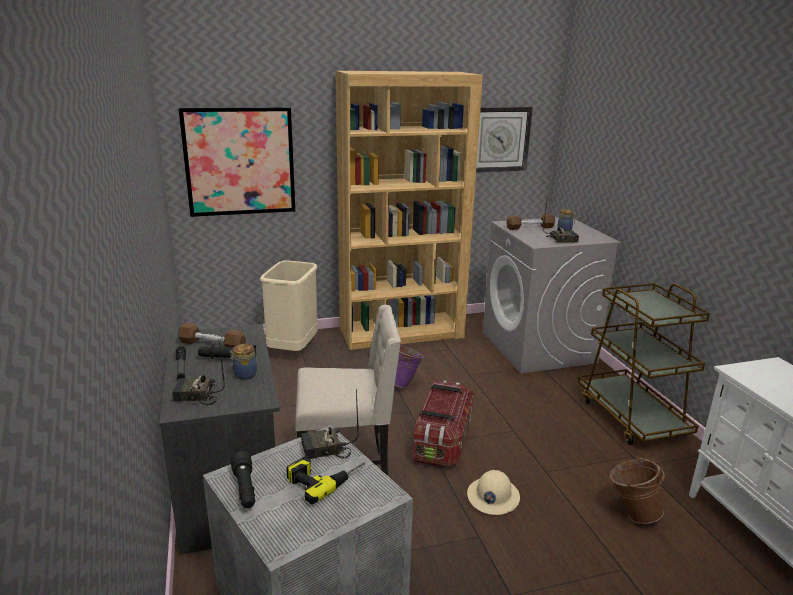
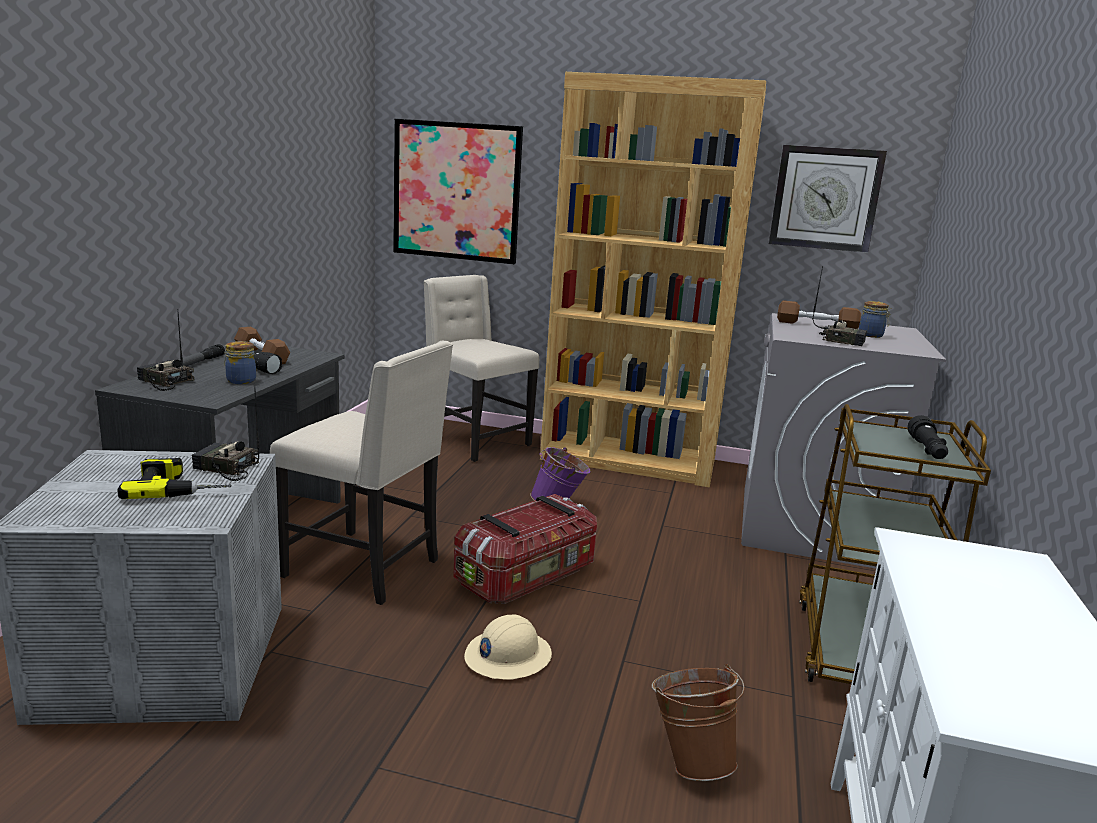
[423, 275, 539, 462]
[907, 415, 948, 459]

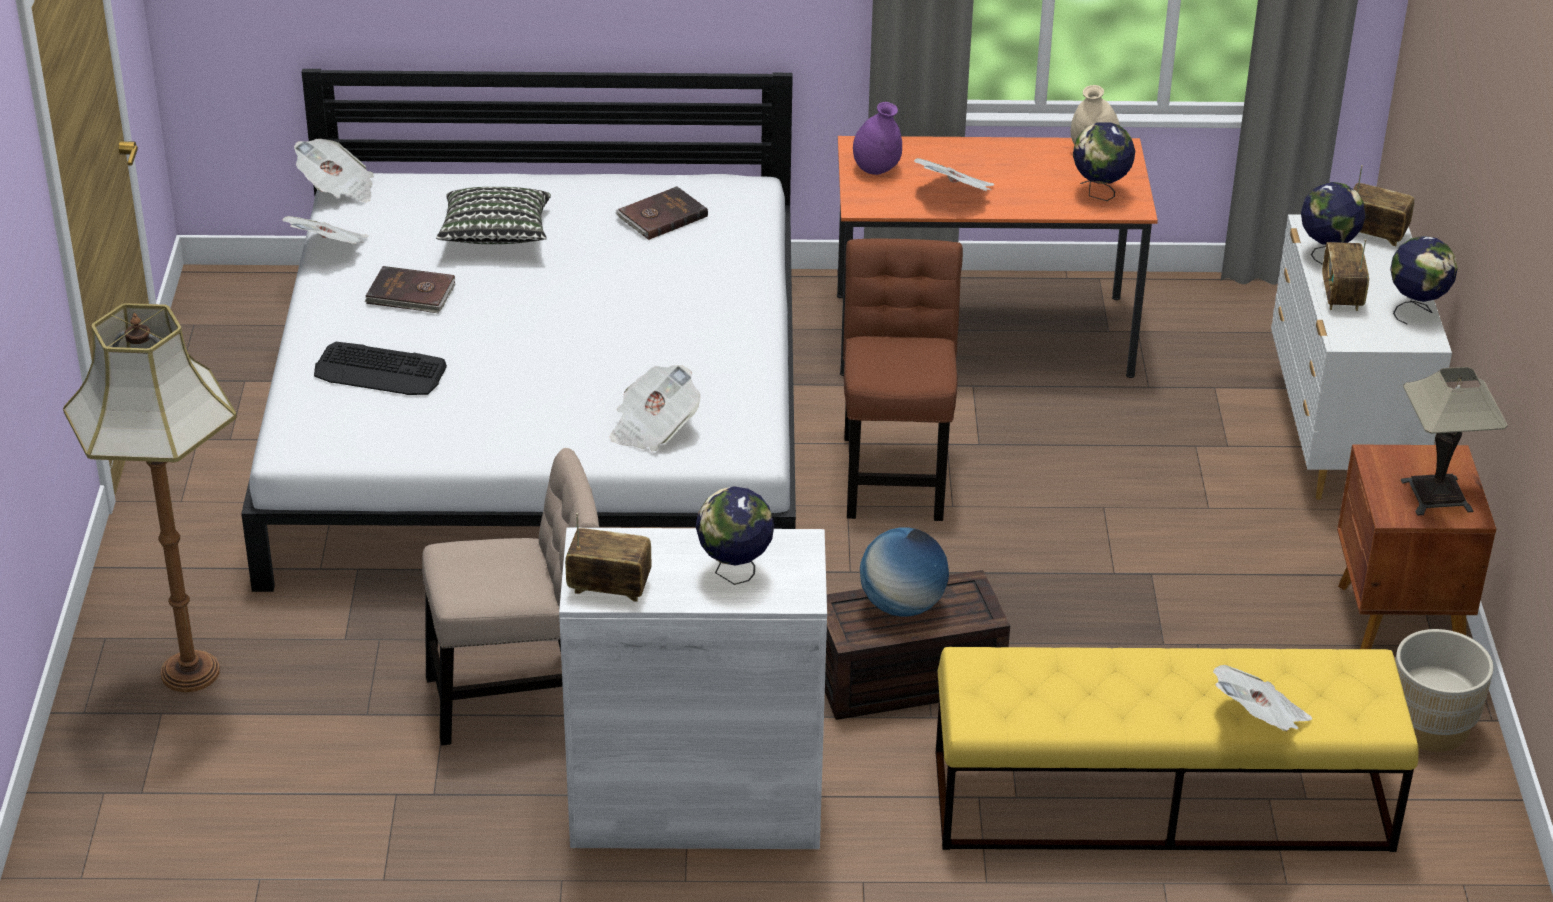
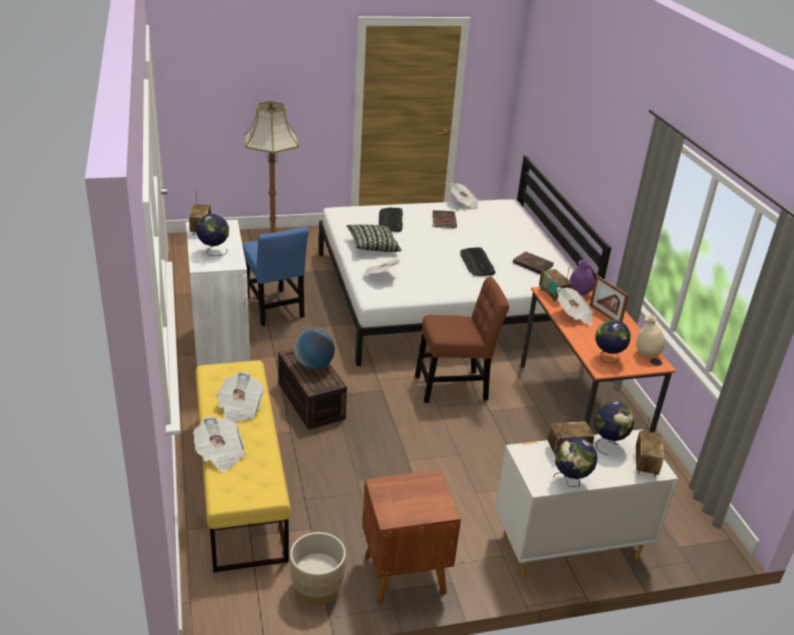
[217, 372, 265, 423]
[243, 227, 309, 326]
[347, 225, 401, 252]
[460, 247, 496, 276]
[539, 265, 572, 302]
[590, 275, 629, 322]
[1401, 367, 1508, 516] (first image)

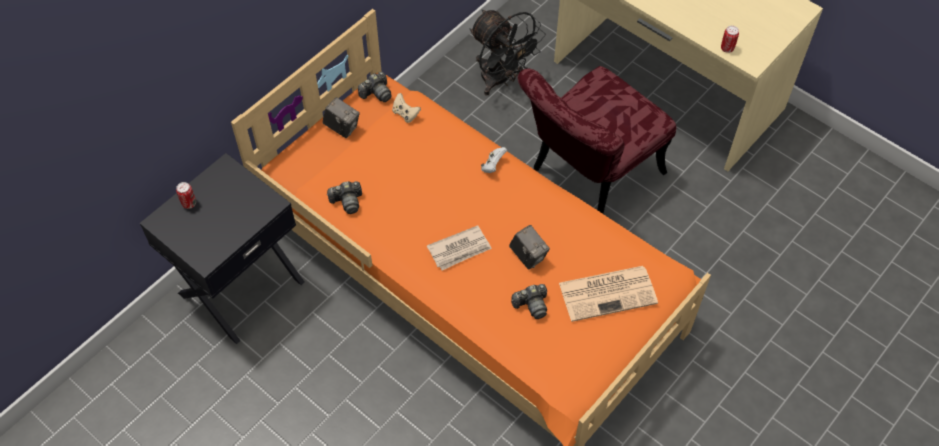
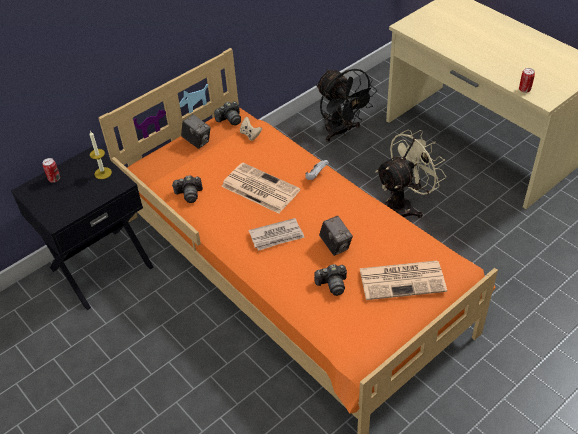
[89, 131, 112, 179]
[221, 163, 300, 214]
[376, 130, 446, 218]

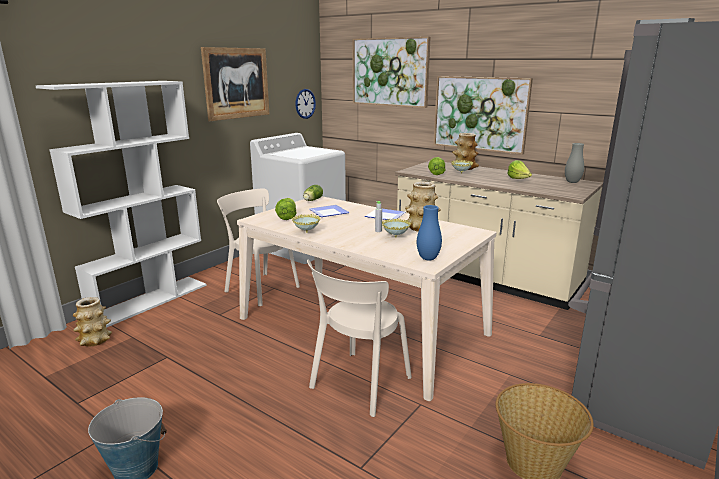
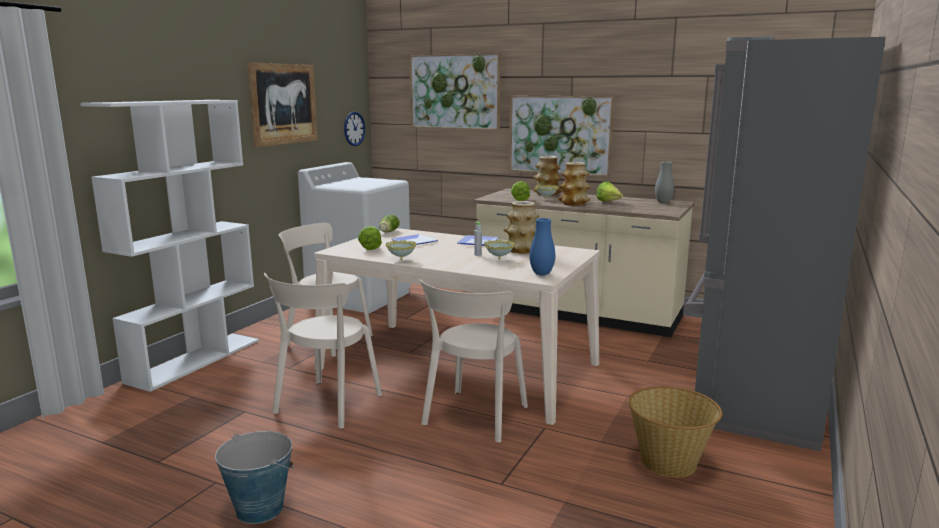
[264, 273, 382, 429]
[558, 162, 591, 206]

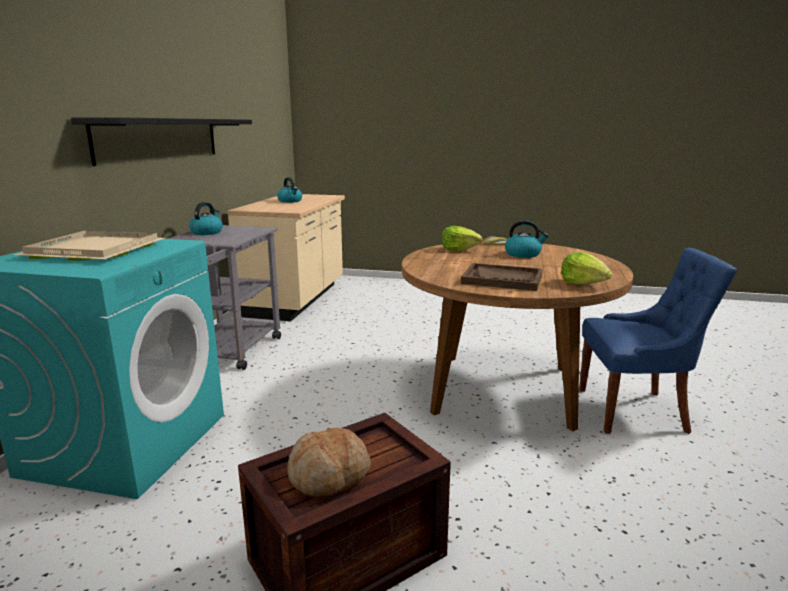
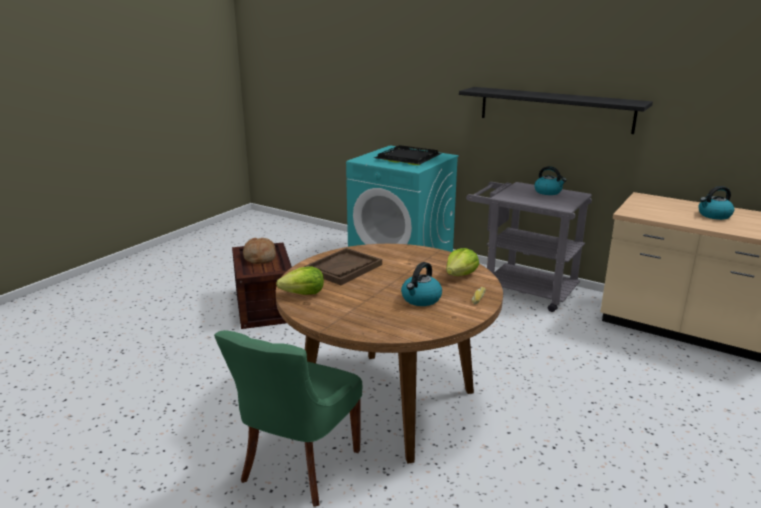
[214, 330, 362, 507]
[374, 145, 442, 165]

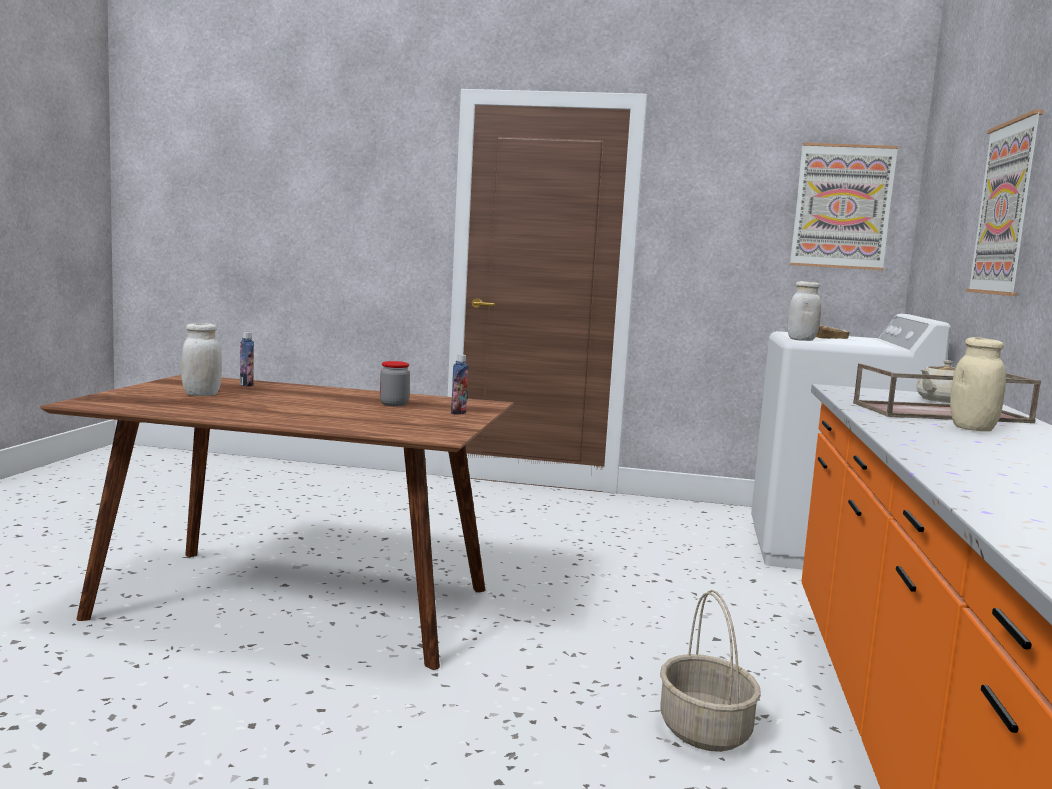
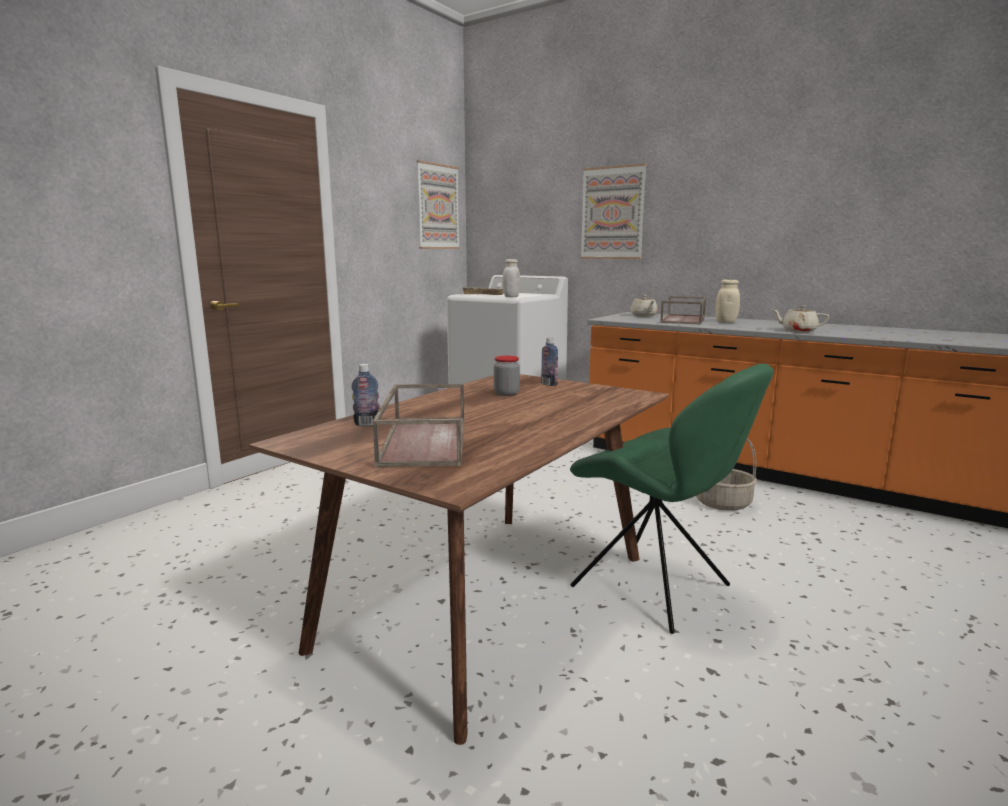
[372, 384, 464, 467]
[570, 363, 774, 634]
[772, 305, 829, 332]

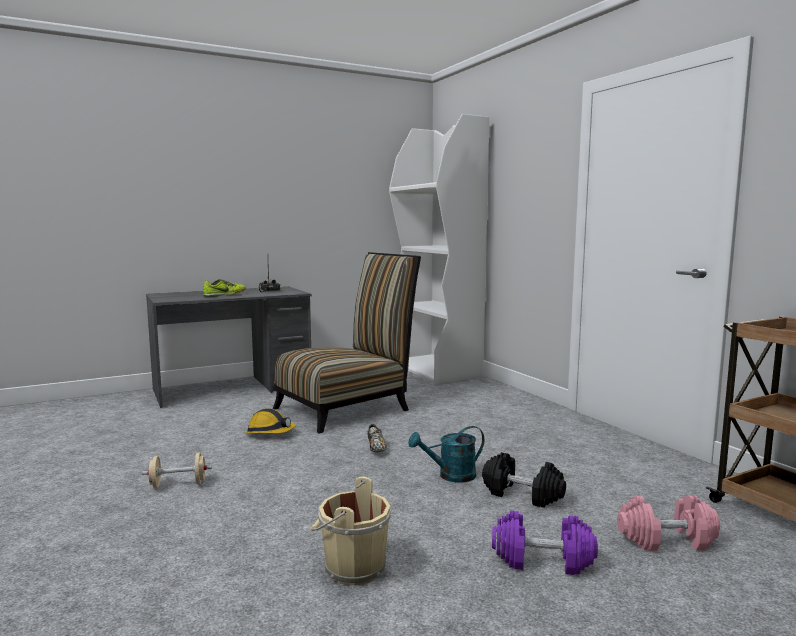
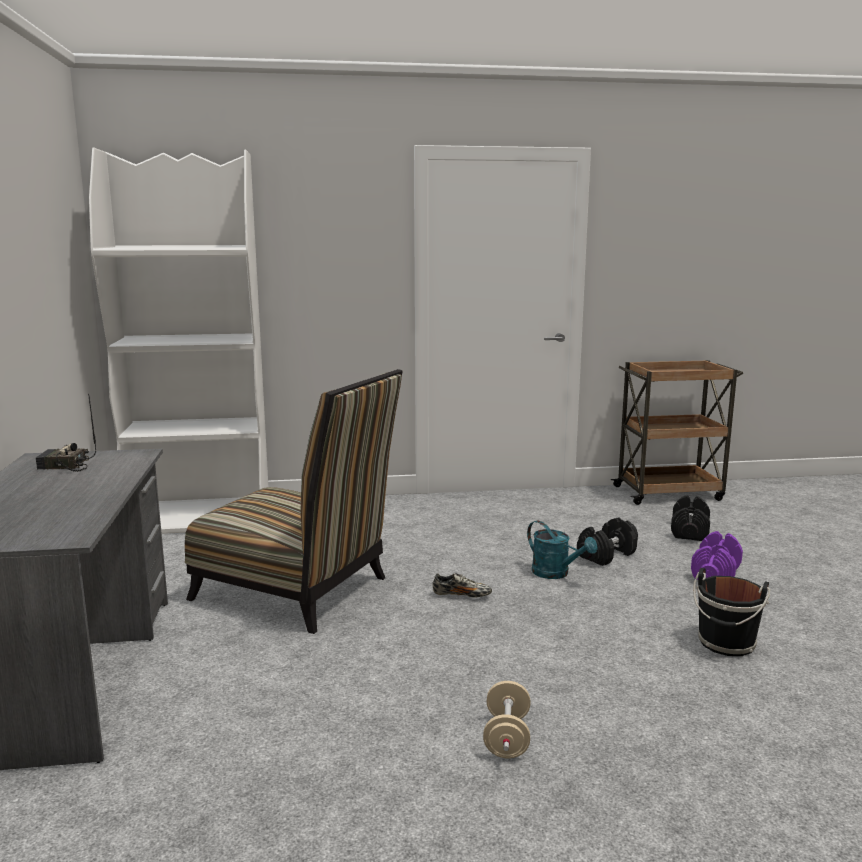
[185, 369, 403, 634]
[527, 521, 598, 579]
[671, 495, 710, 541]
[693, 568, 770, 656]
[203, 279, 246, 297] (first image)
[246, 408, 296, 434] (first image)

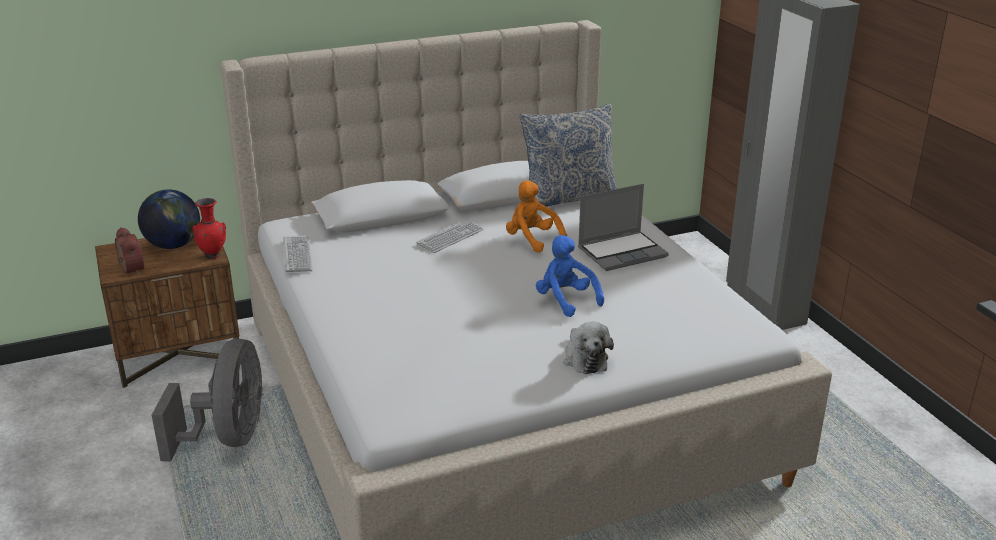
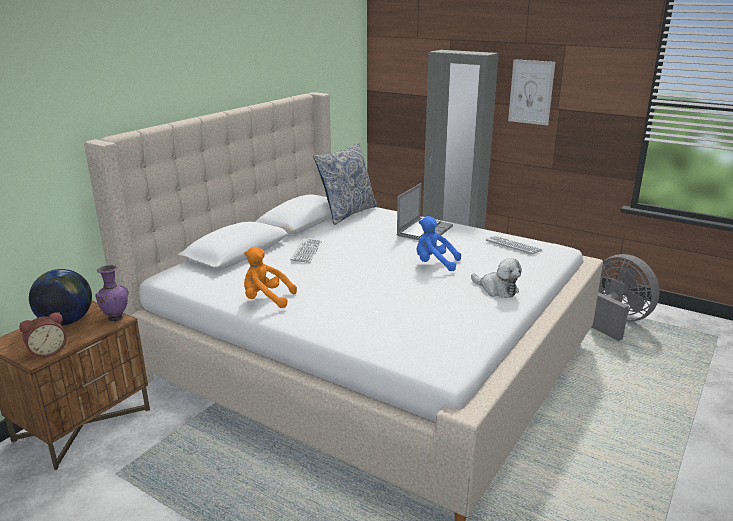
[19, 312, 67, 358]
[95, 265, 128, 321]
[244, 247, 297, 308]
[486, 236, 542, 255]
[508, 59, 555, 126]
[591, 254, 660, 341]

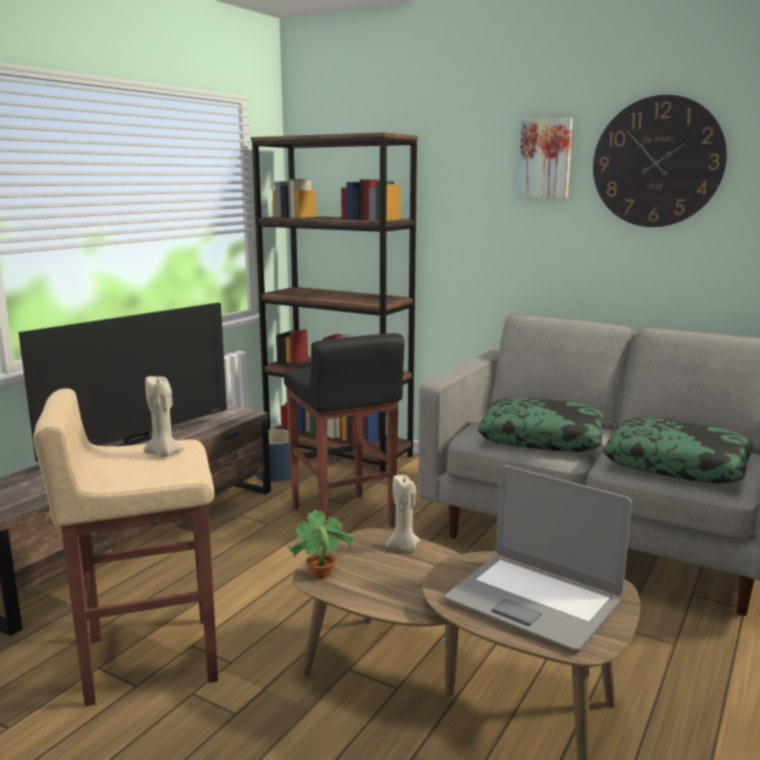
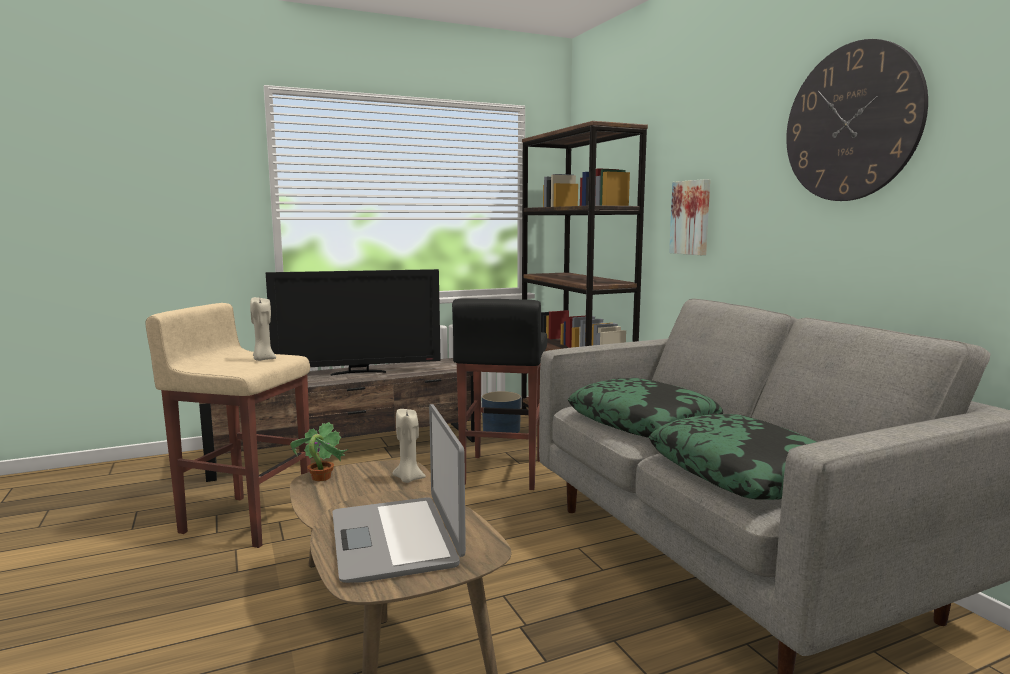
[669, 179, 710, 255]

